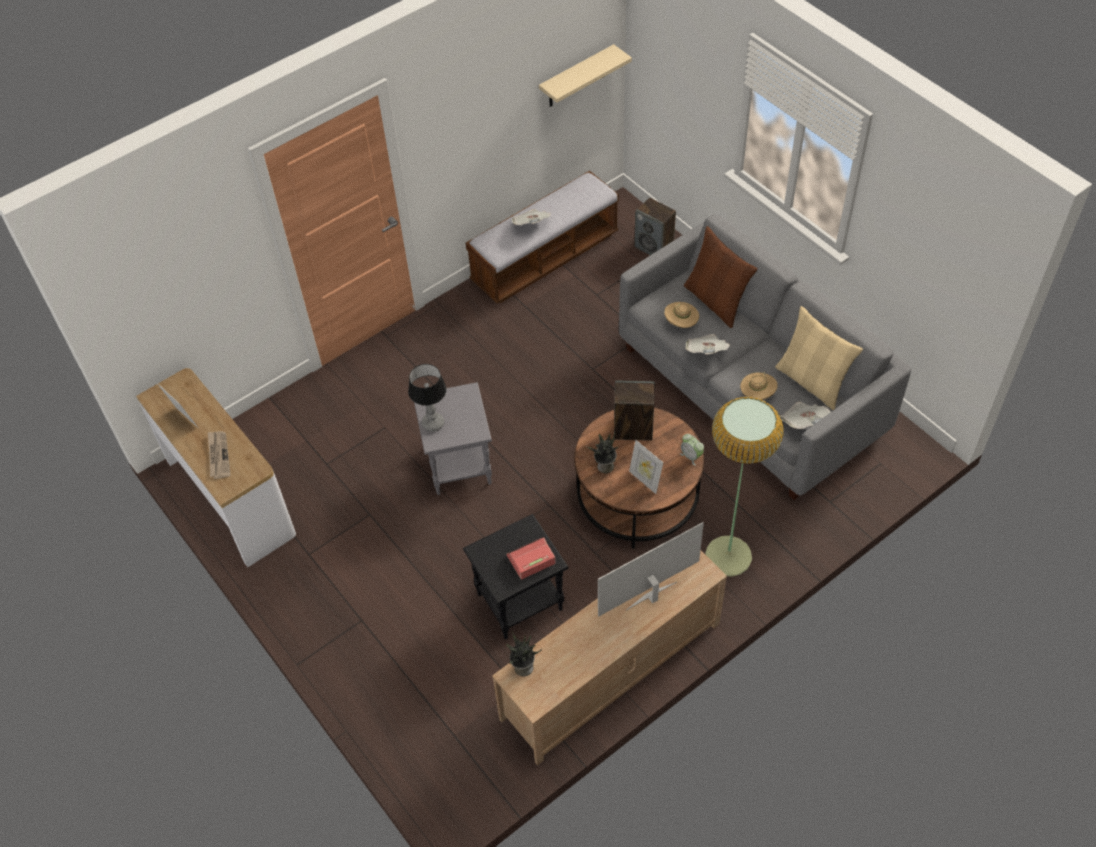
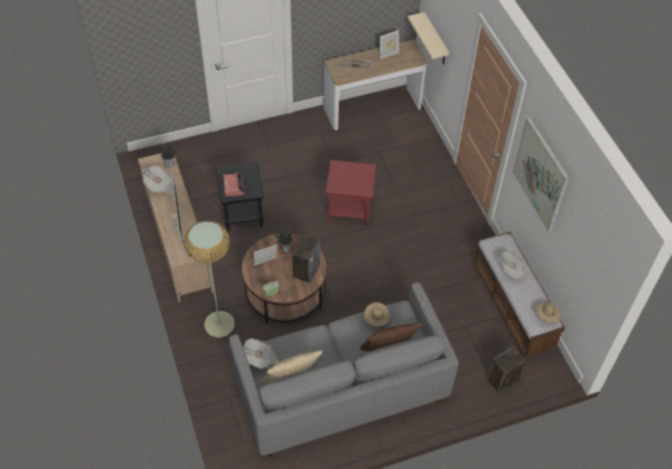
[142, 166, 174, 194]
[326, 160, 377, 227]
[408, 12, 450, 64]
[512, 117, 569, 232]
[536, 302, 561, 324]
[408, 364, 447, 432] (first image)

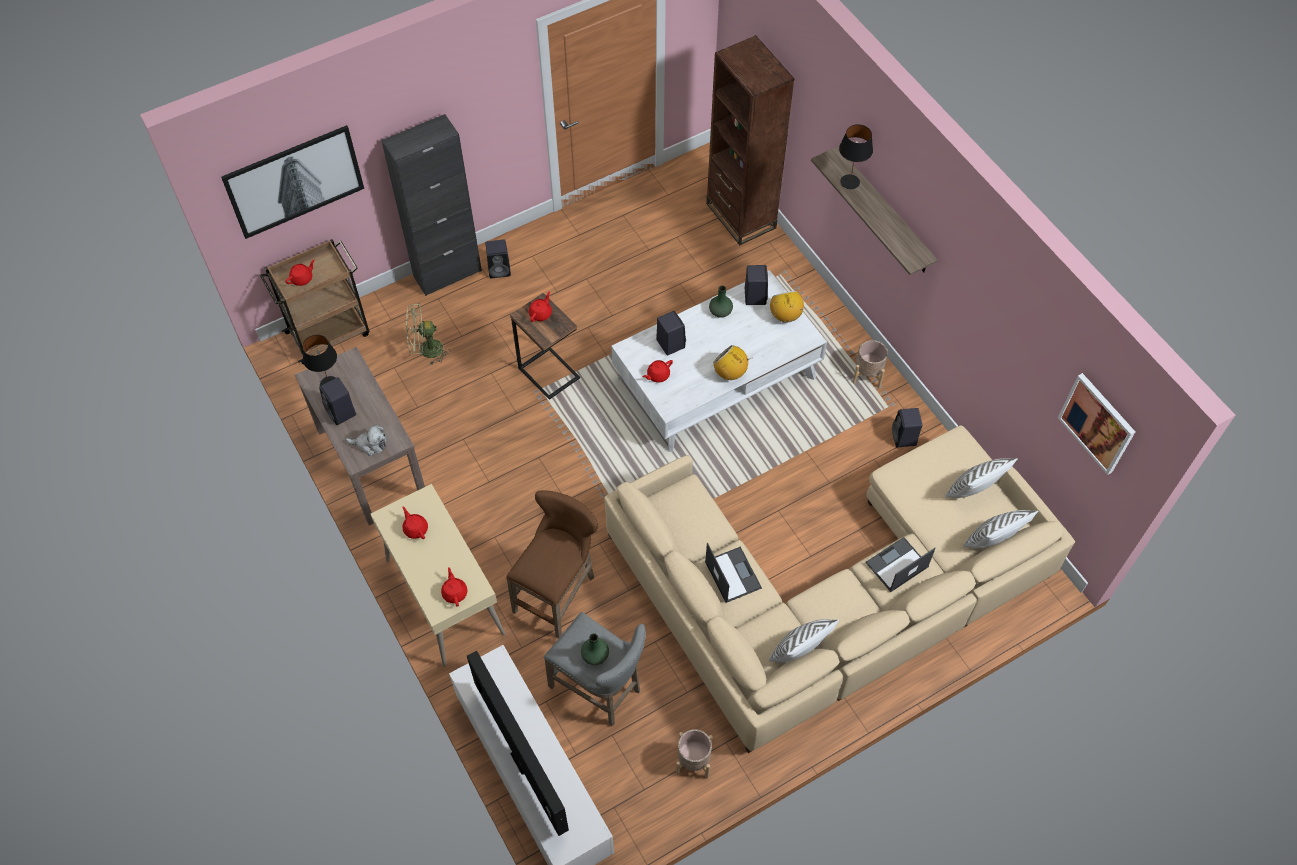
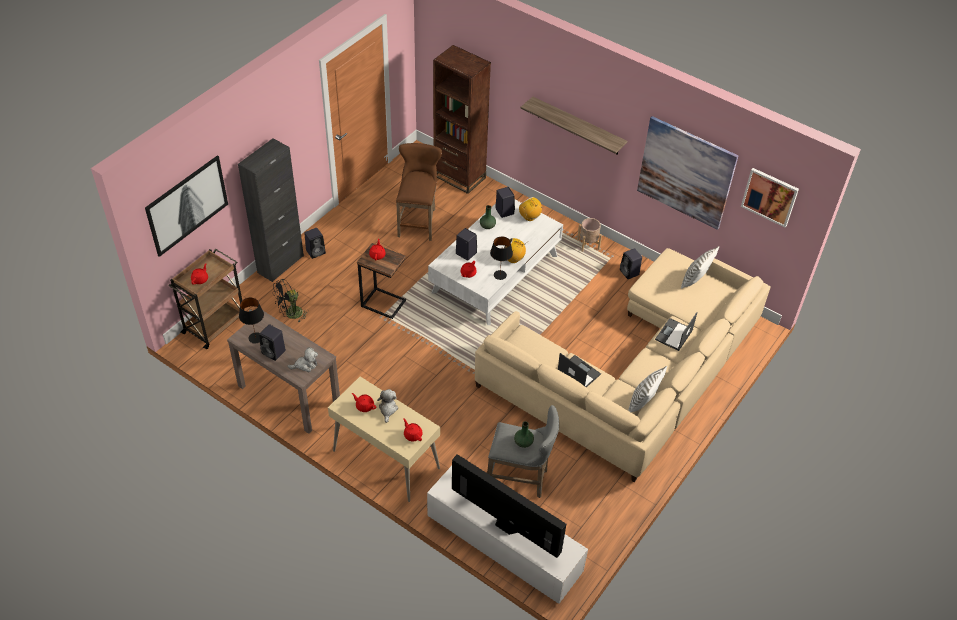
[272, 279, 309, 323]
[377, 389, 398, 423]
[396, 143, 442, 241]
[490, 237, 513, 280]
[637, 116, 738, 230]
[676, 729, 713, 778] (first image)
[963, 510, 1038, 549] (first image)

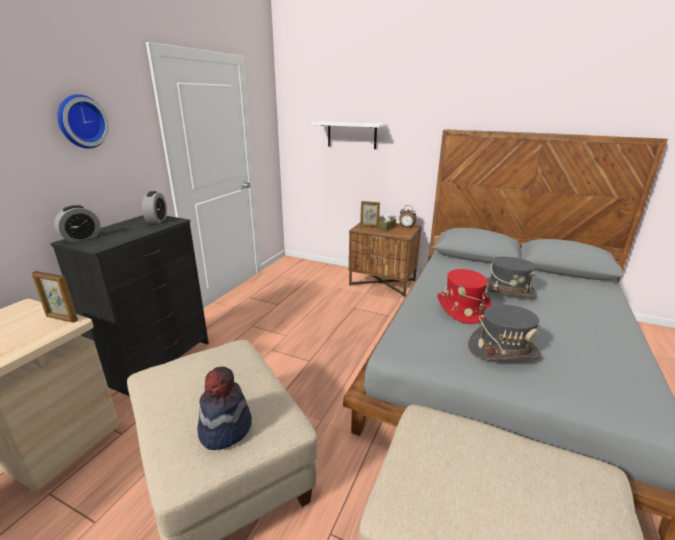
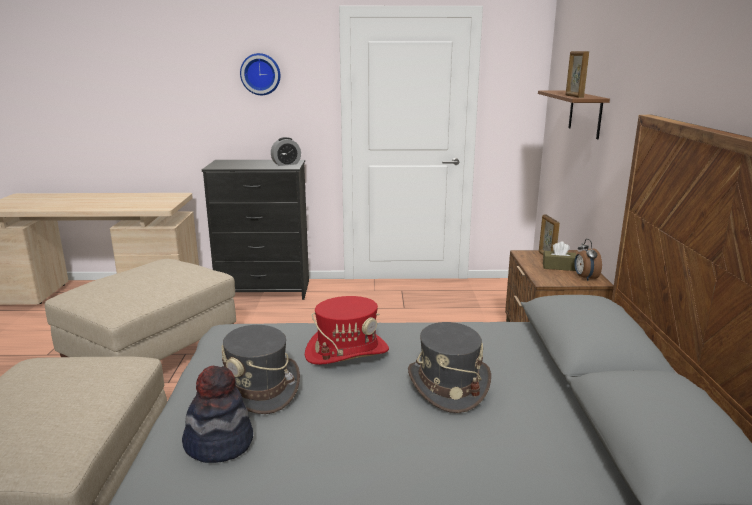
[182, 366, 253, 463]
[538, 90, 610, 139]
[566, 51, 589, 98]
[54, 205, 100, 243] (first image)

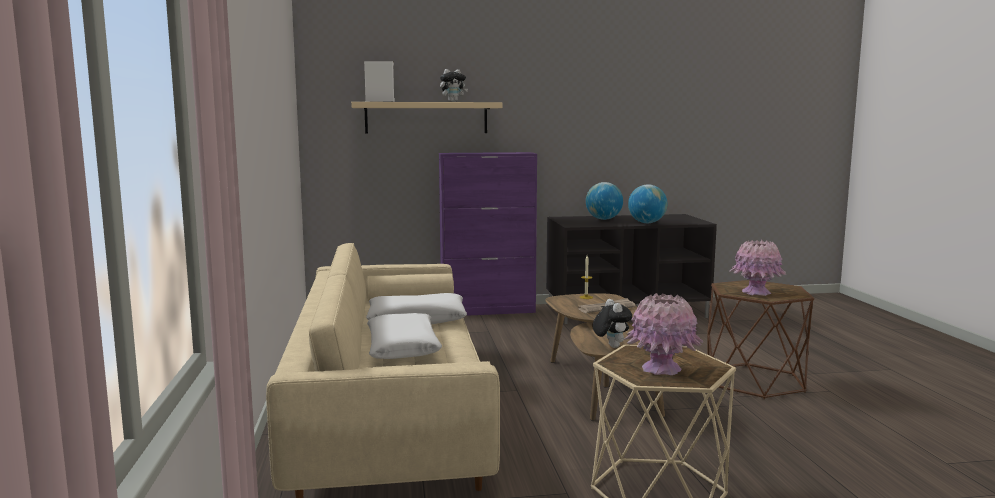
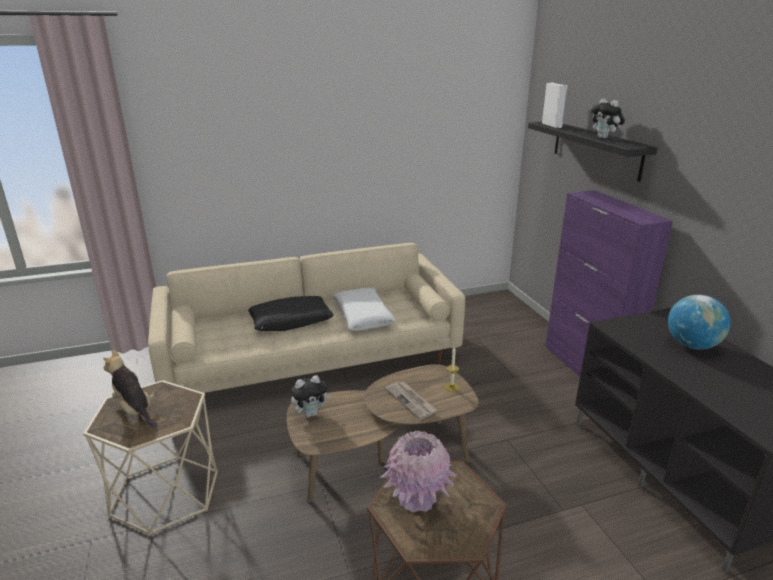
[103, 350, 157, 428]
[248, 296, 334, 331]
[528, 122, 658, 182]
[628, 185, 667, 223] (first image)

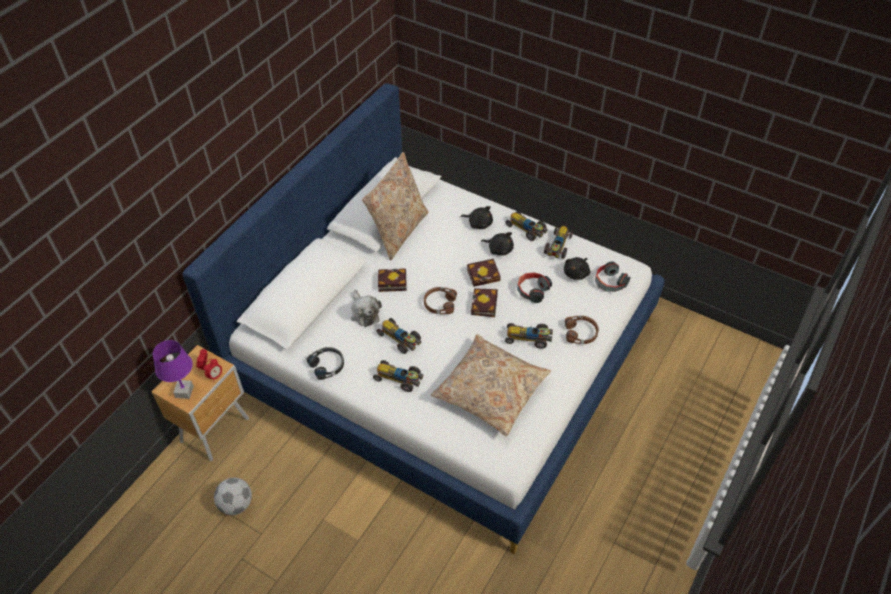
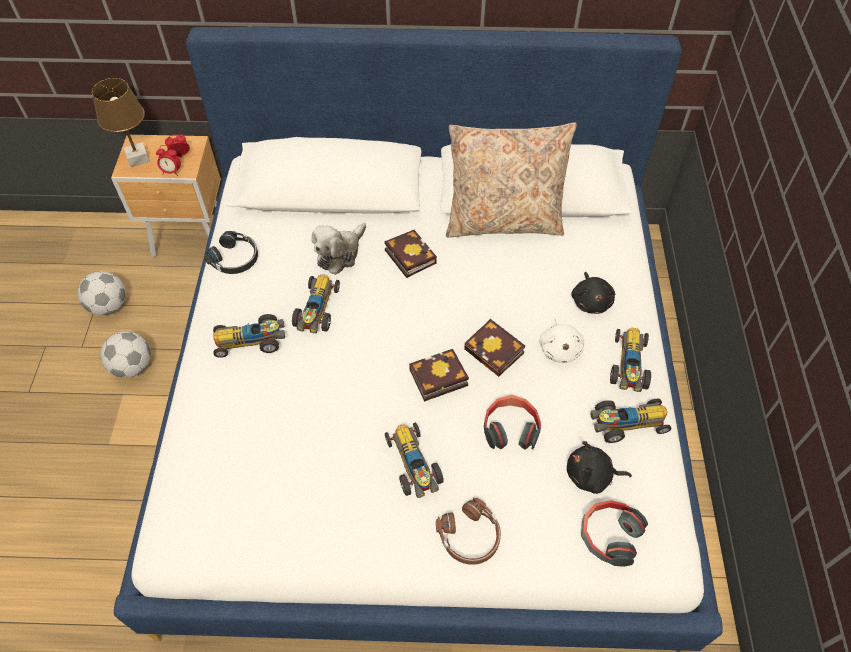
[92, 78, 150, 167]
[100, 331, 150, 378]
[213, 314, 285, 358]
[539, 317, 584, 363]
[424, 287, 457, 314] (first image)
[431, 334, 551, 436] (first image)

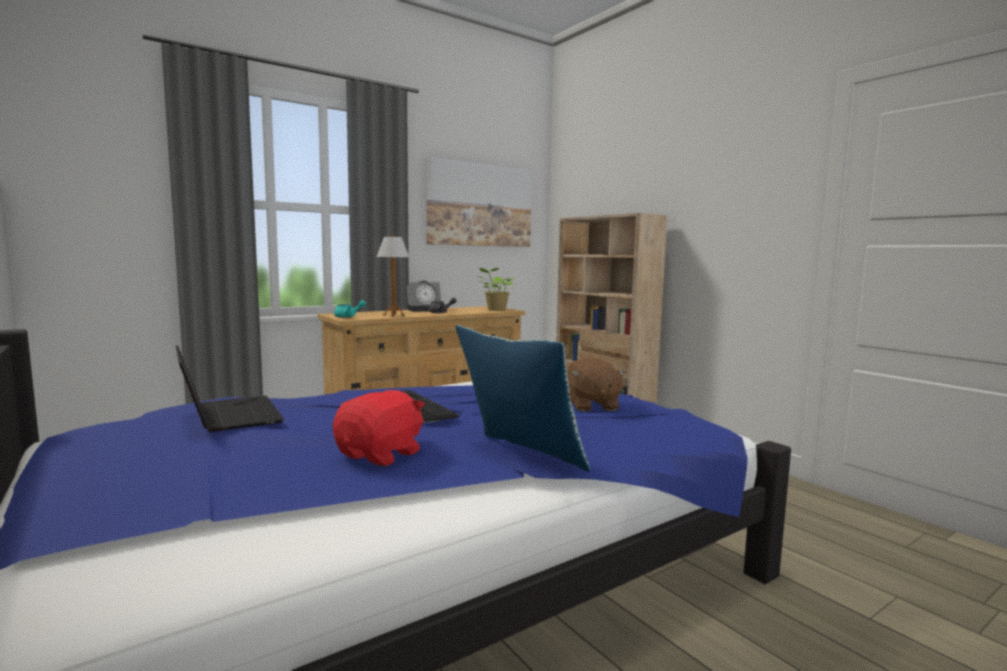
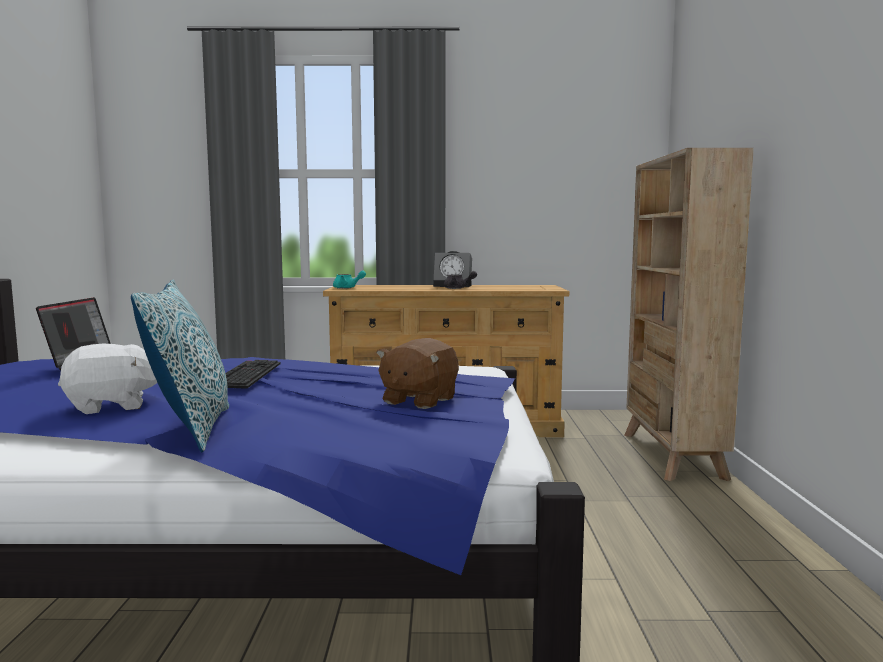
[58, 344, 157, 414]
[377, 234, 409, 317] (first image)
[426, 157, 532, 247] (first image)
[478, 268, 515, 311] (first image)

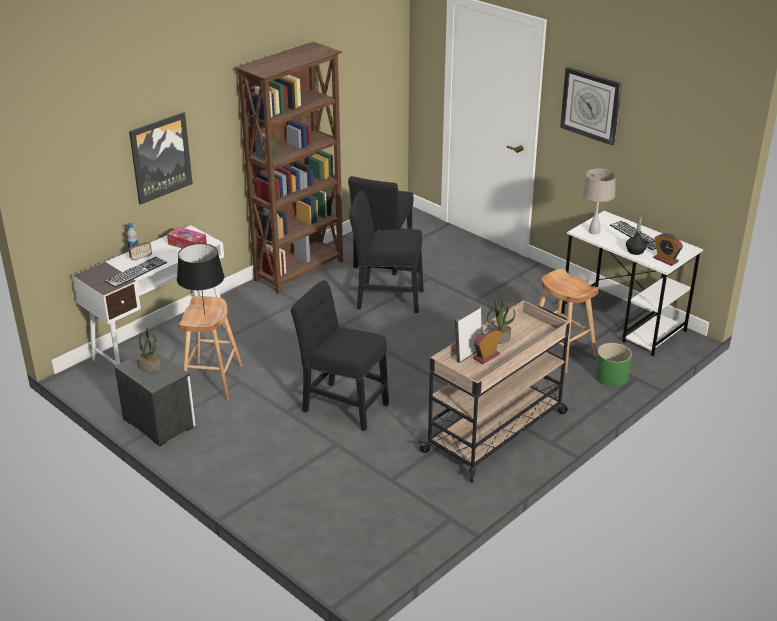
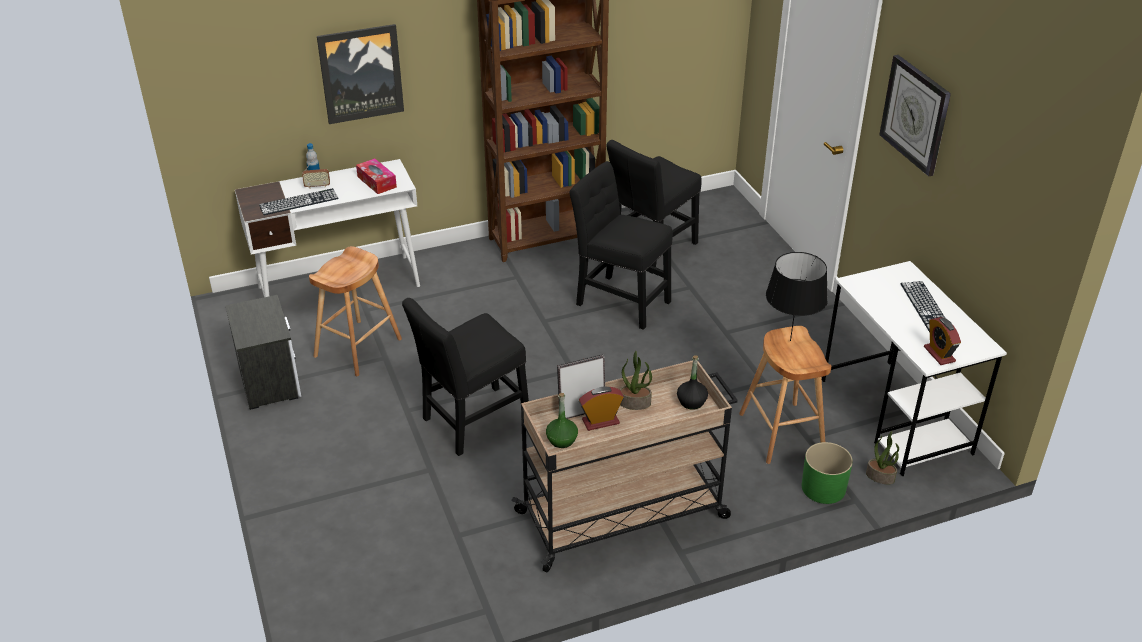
[402, 298, 529, 456]
[546, 393, 578, 448]
[677, 355, 708, 410]
[766, 252, 828, 341]
[866, 431, 899, 484]
[582, 169, 616, 234] (first image)

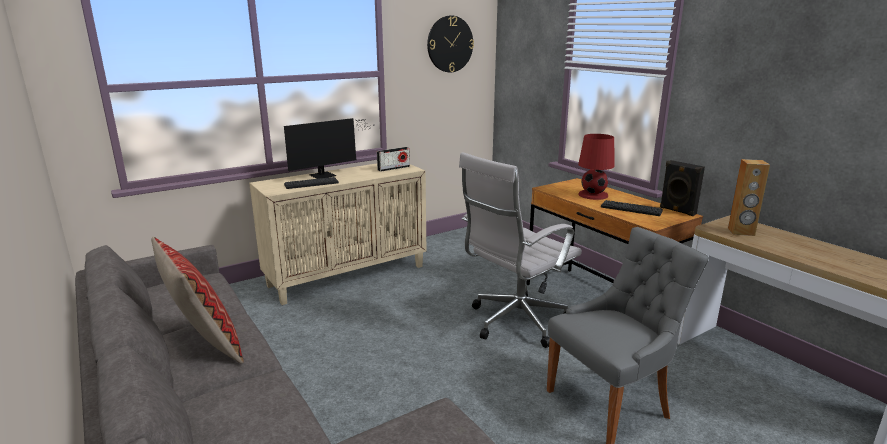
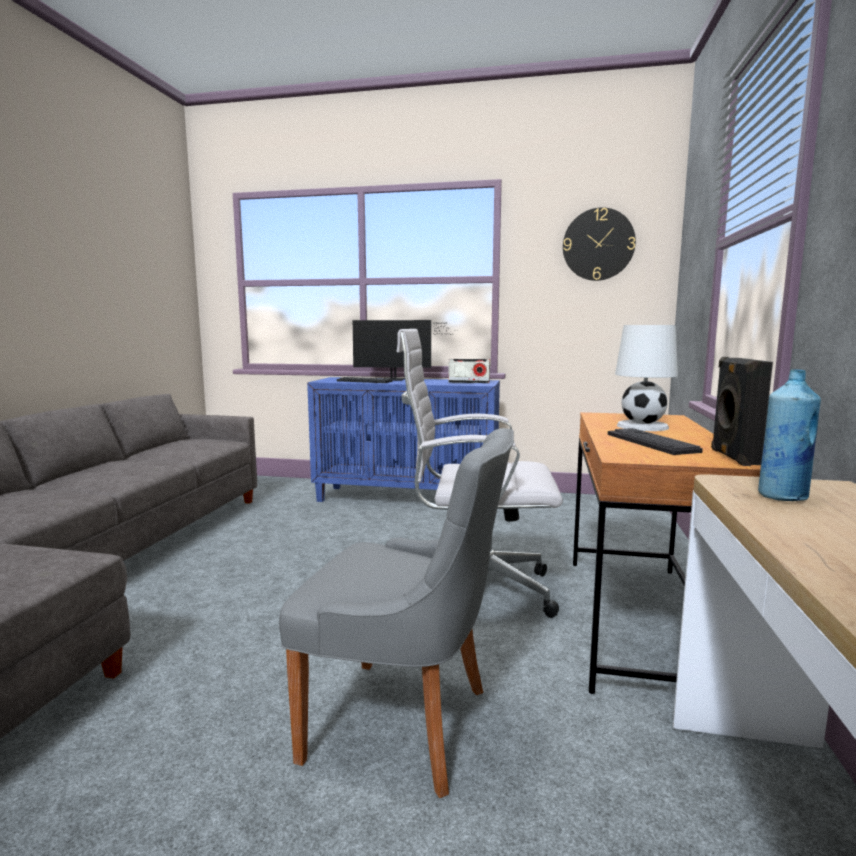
[307, 377, 500, 502]
[615, 325, 678, 431]
[758, 369, 821, 501]
[151, 237, 244, 363] (first image)

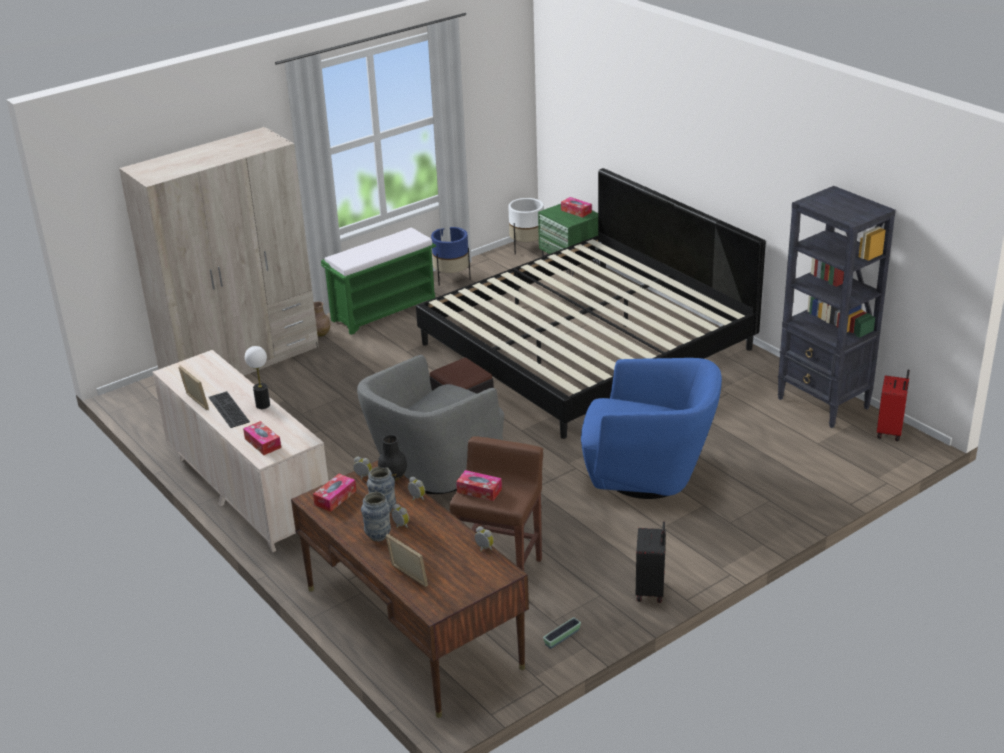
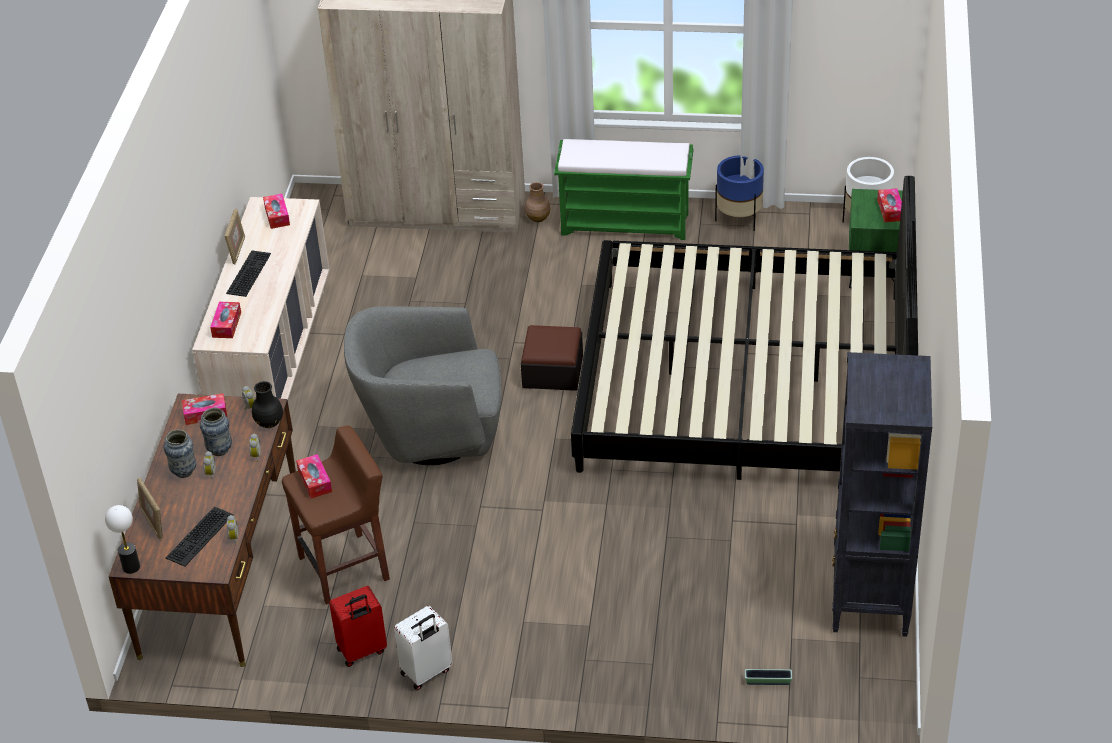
[105, 505, 140, 574]
[137, 478, 163, 540]
[166, 506, 233, 567]
[263, 194, 290, 229]
[329, 586, 387, 667]
[394, 606, 452, 690]
[745, 669, 792, 685]
[581, 358, 722, 499] (first image)

